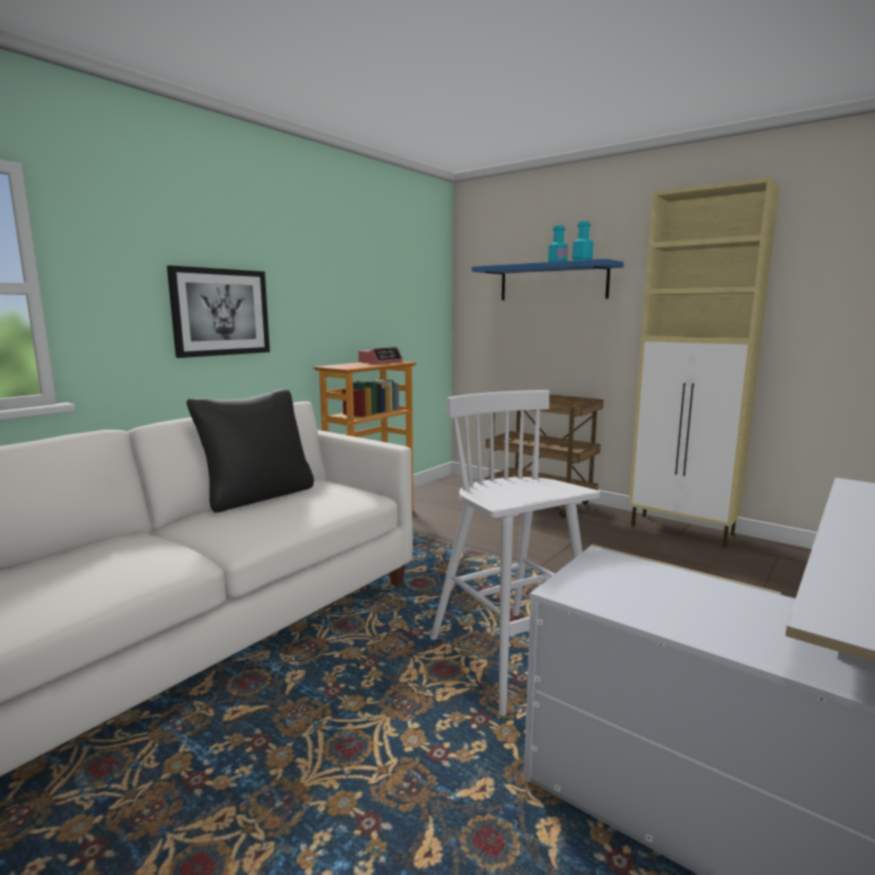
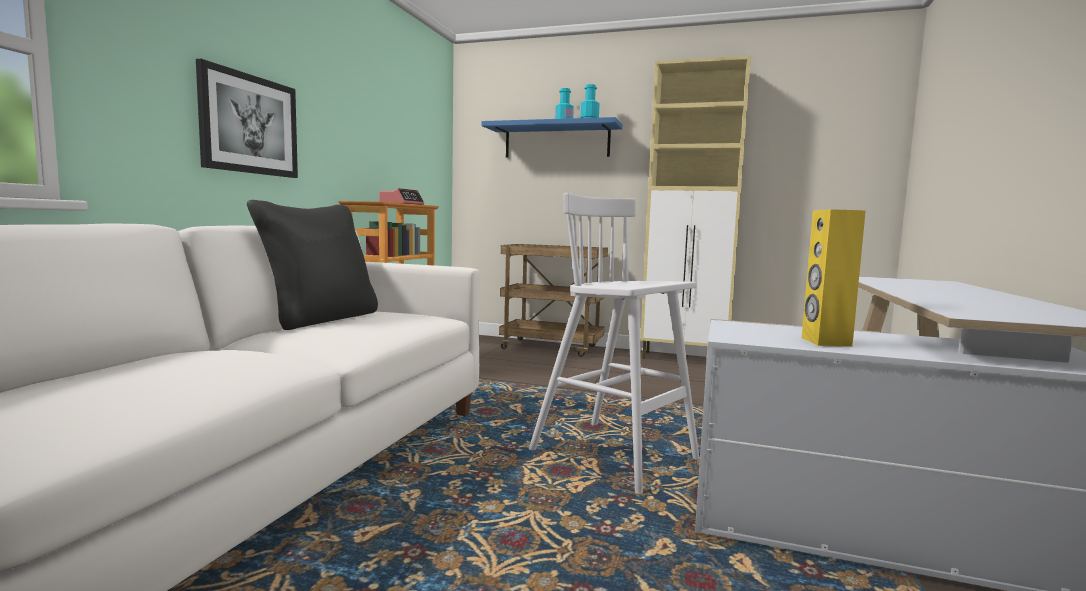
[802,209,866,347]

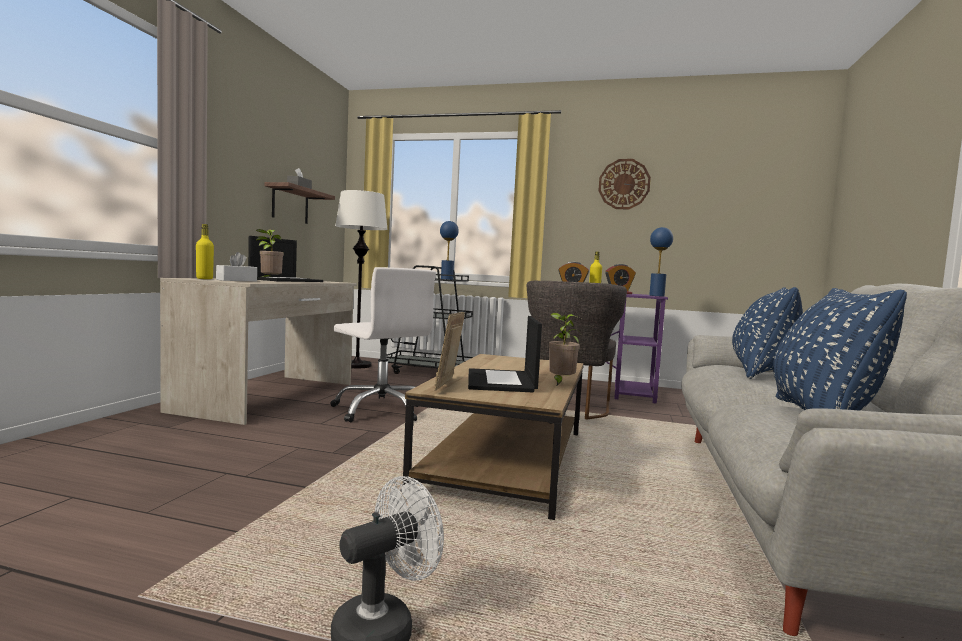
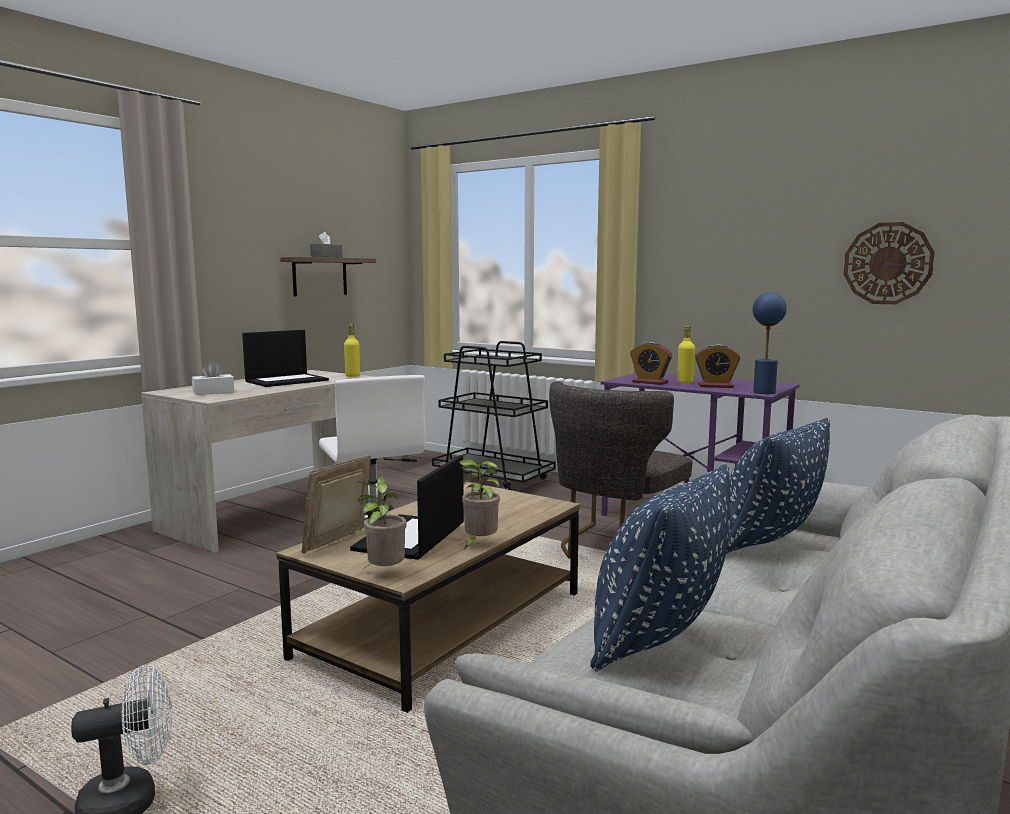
[335,190,388,368] (first image)
[440,221,459,280] (first image)
[344,324,360,377]
[358,477,406,568]
[844,222,935,304]

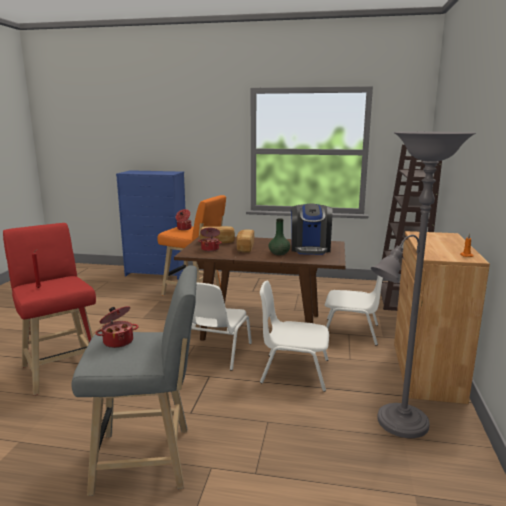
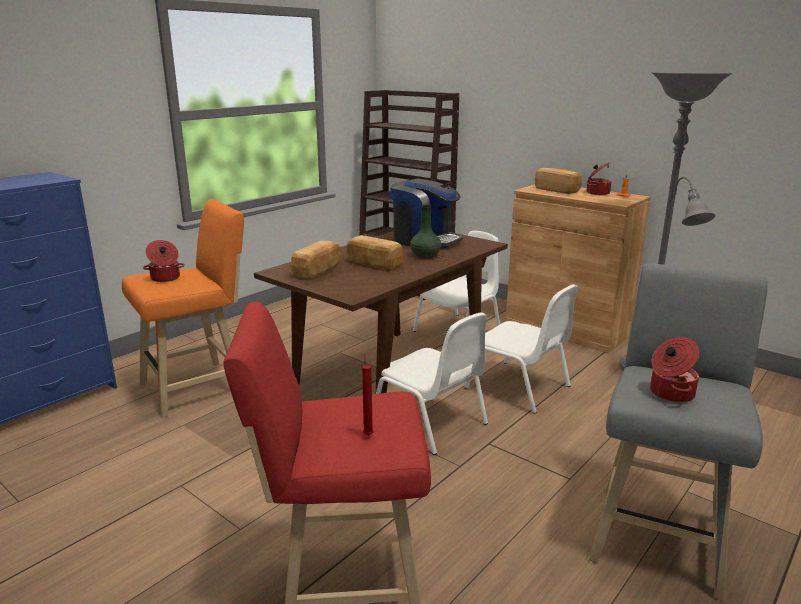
[535,168,582,194]
[587,163,611,195]
[464,284,578,414]

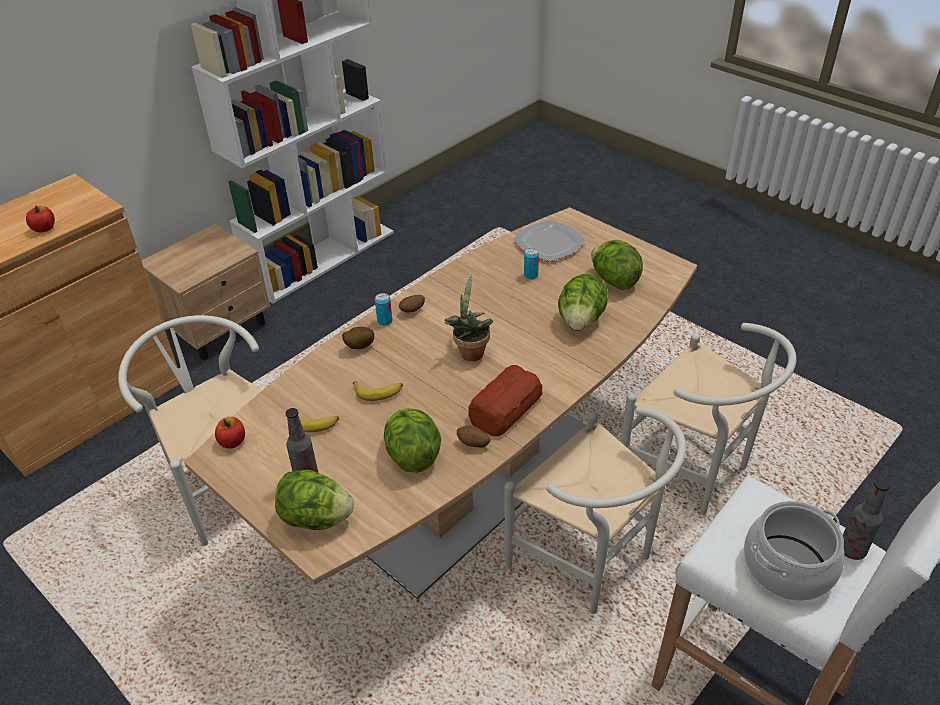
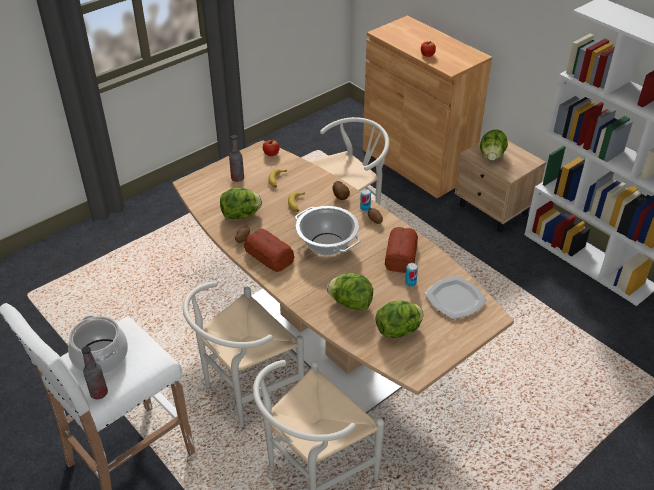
[385,227,418,273]
[480,129,508,161]
[295,206,361,256]

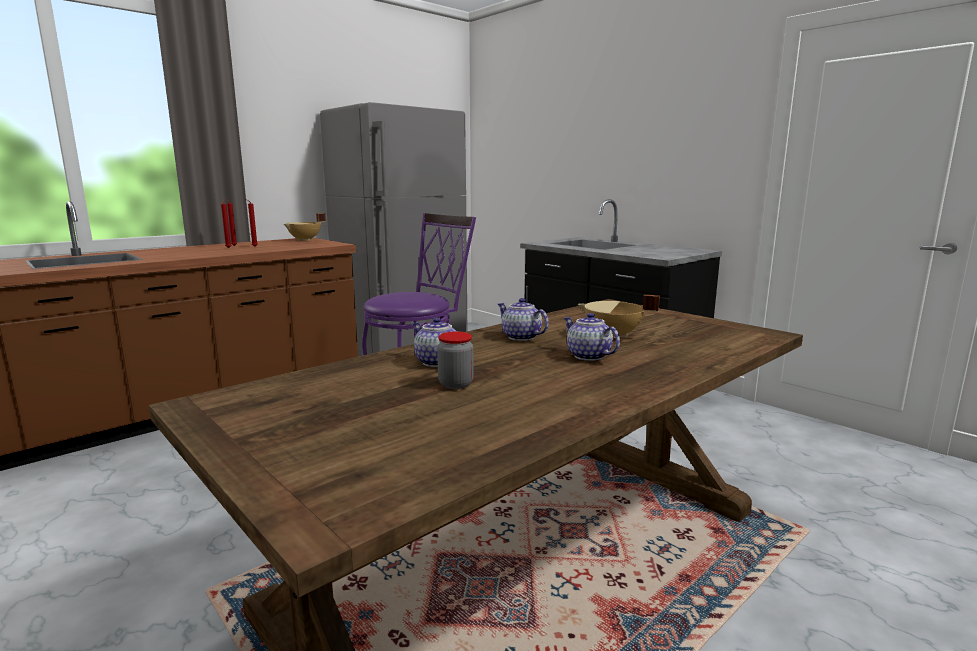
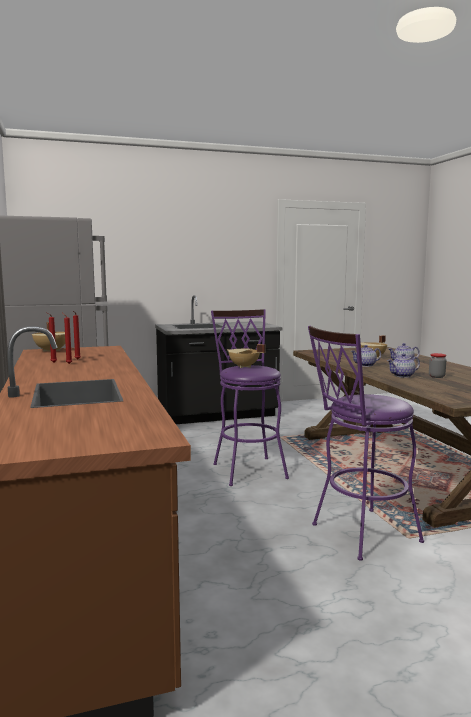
[227,344,265,368]
[308,326,424,561]

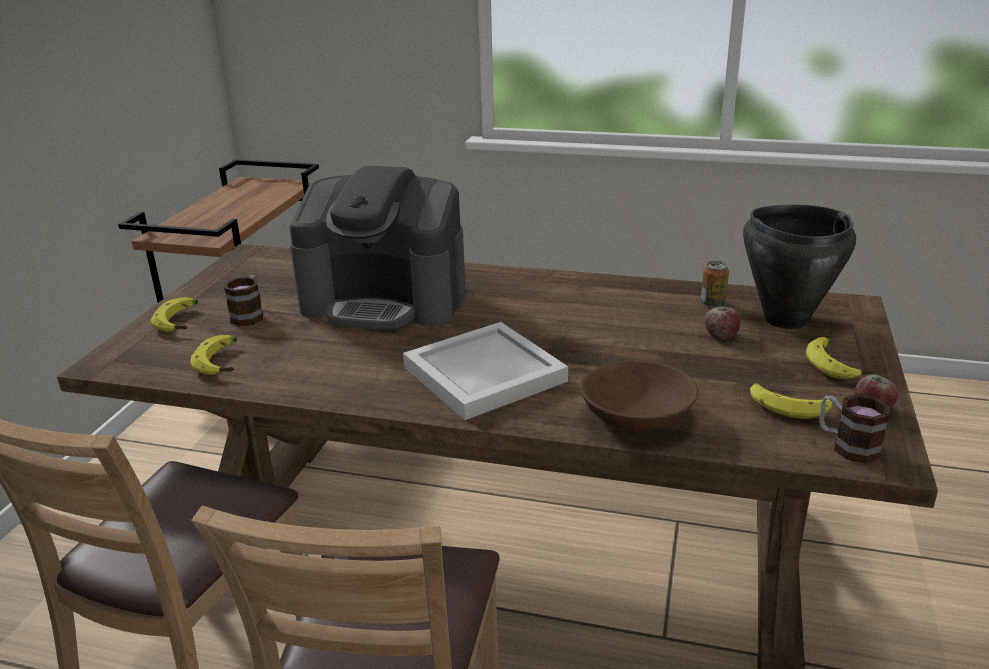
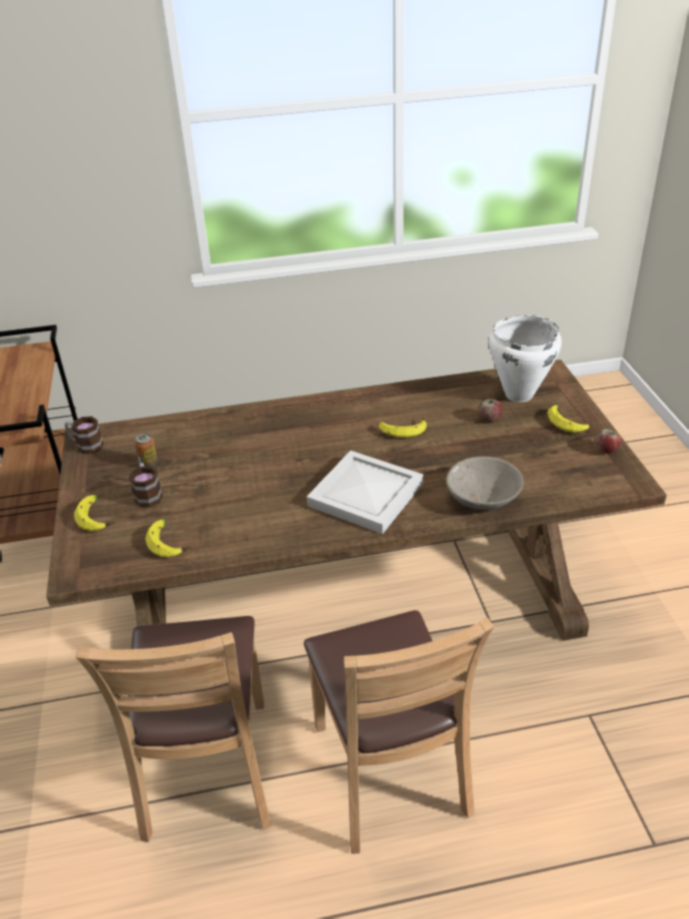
[290,166,466,331] (first image)
[134,433,158,467]
[379,416,427,438]
[65,416,104,454]
[446,456,524,510]
[489,315,561,402]

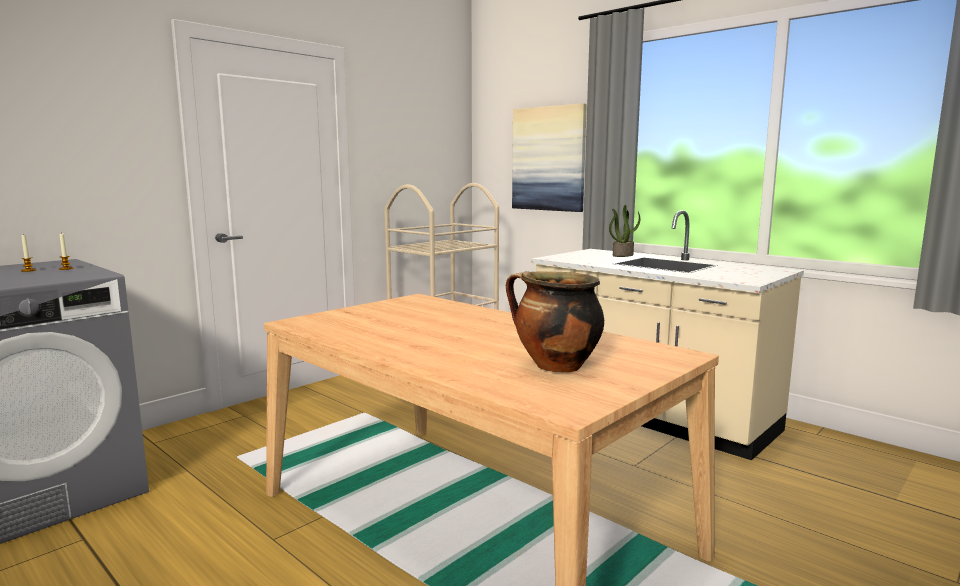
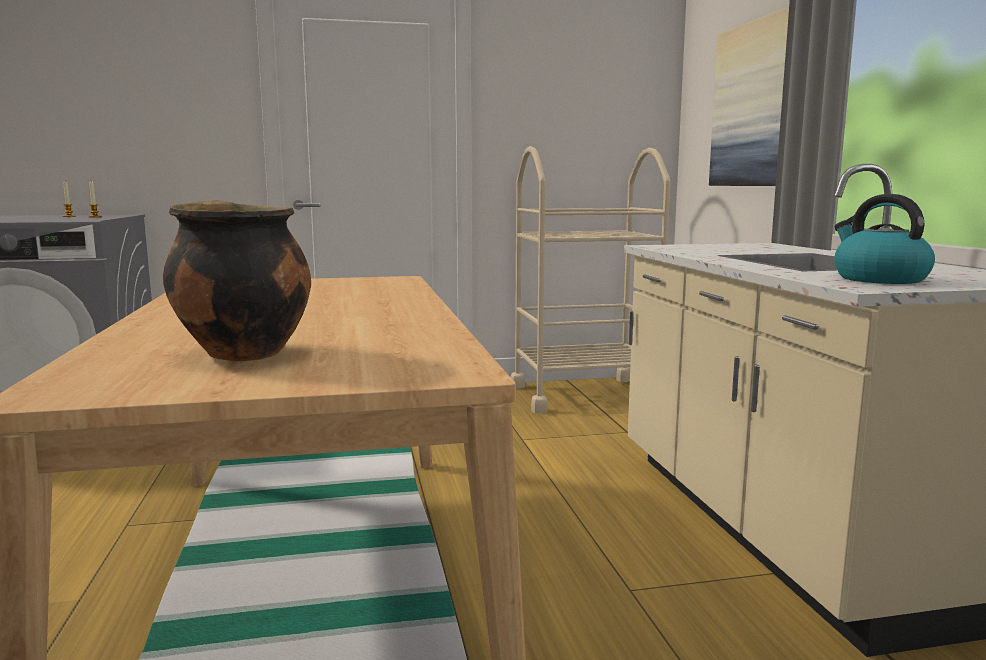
[609,205,640,257] (first image)
[834,194,935,284]

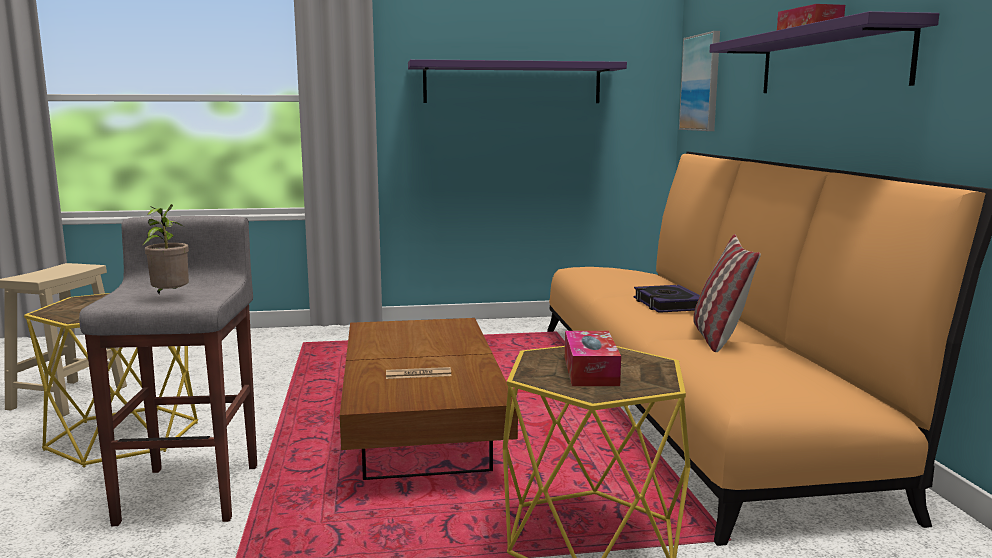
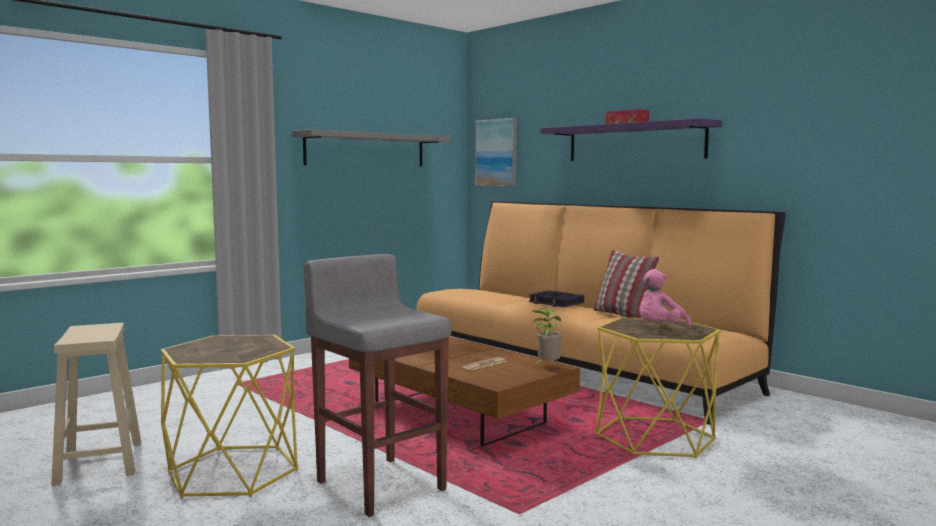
[532,308,562,364]
[639,269,691,326]
[292,129,451,167]

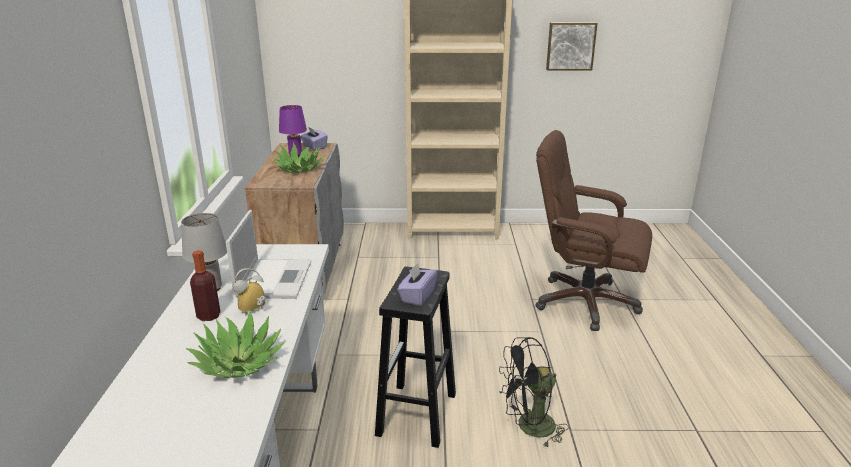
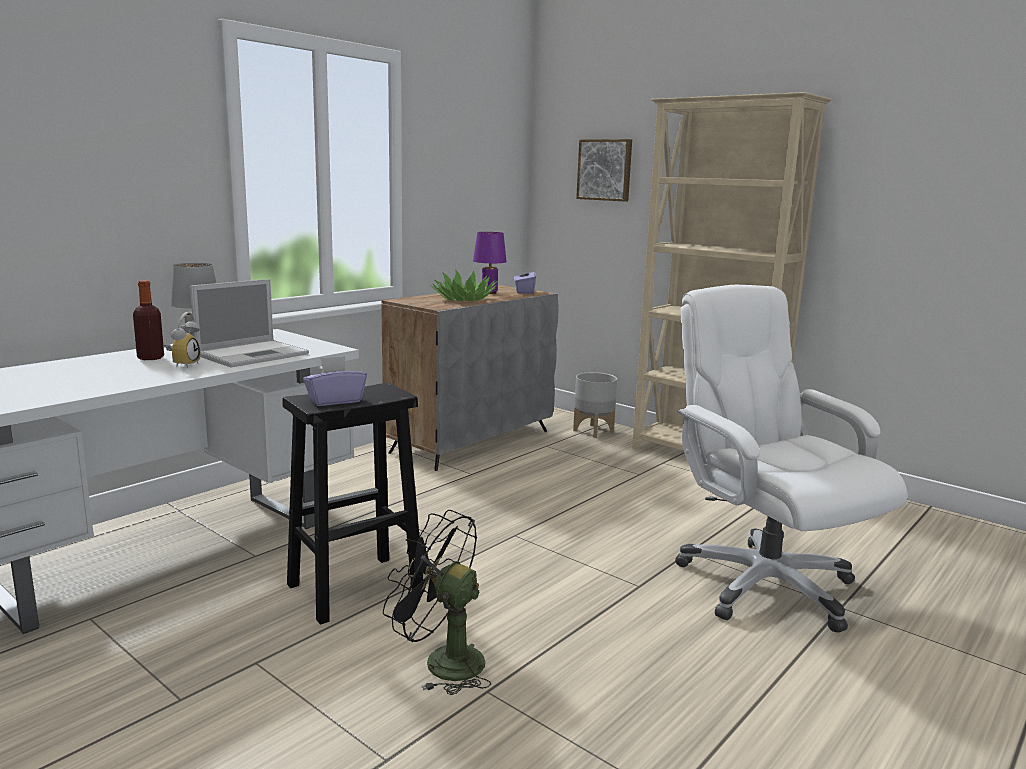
[186,310,286,378] (first image)
[573,372,617,438]
[576,139,632,201]
[675,285,908,633]
[163,312,200,368]

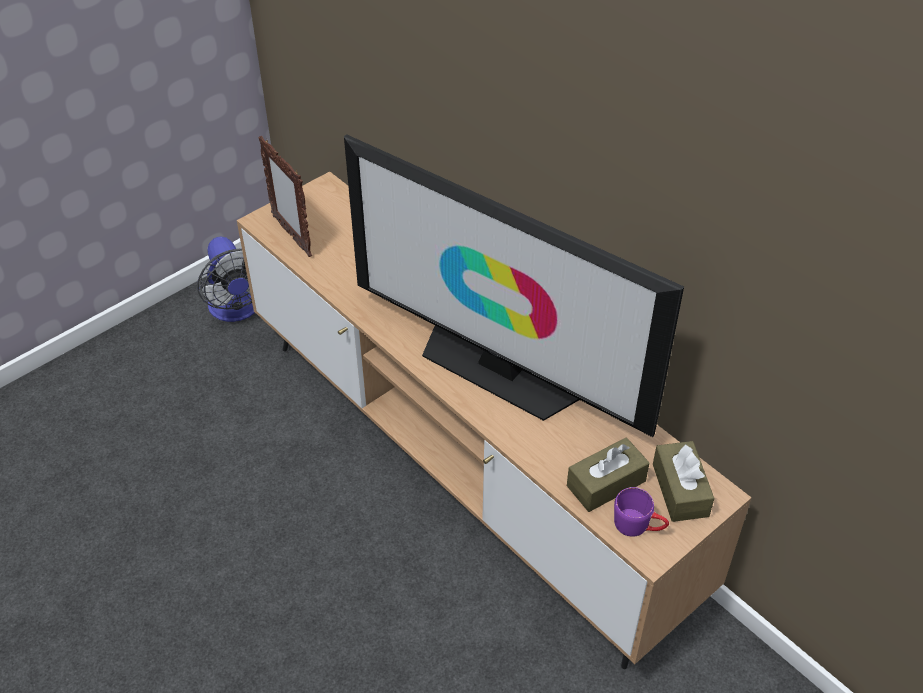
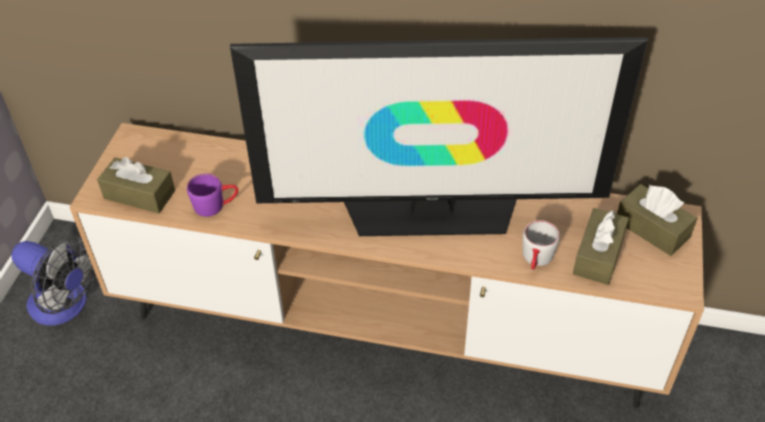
[523,220,560,270]
[187,173,238,217]
[97,157,175,213]

